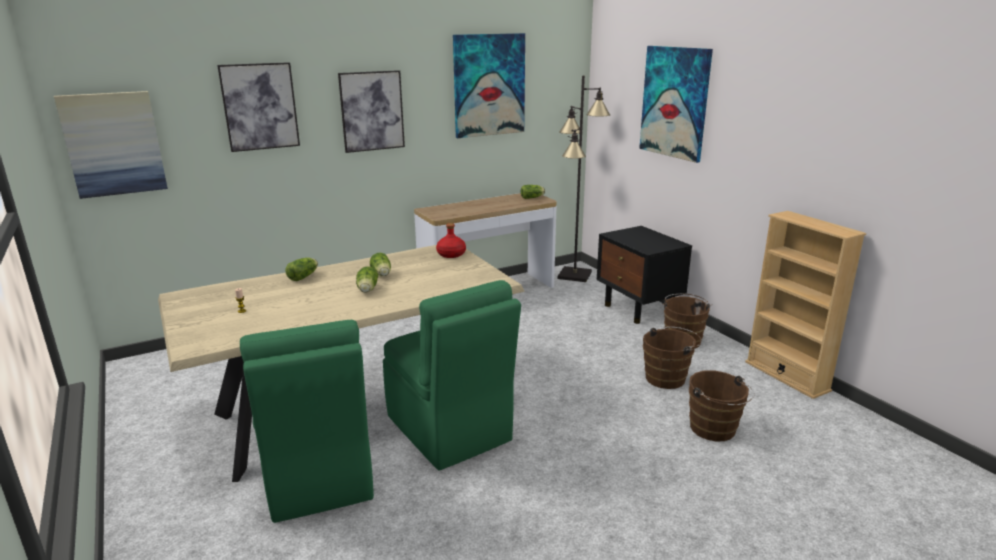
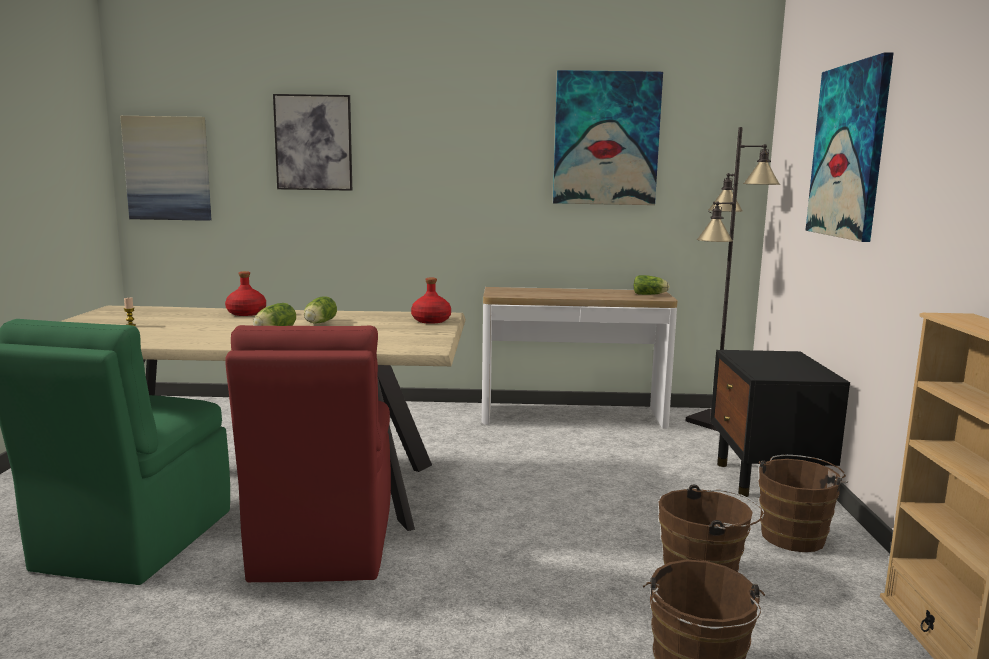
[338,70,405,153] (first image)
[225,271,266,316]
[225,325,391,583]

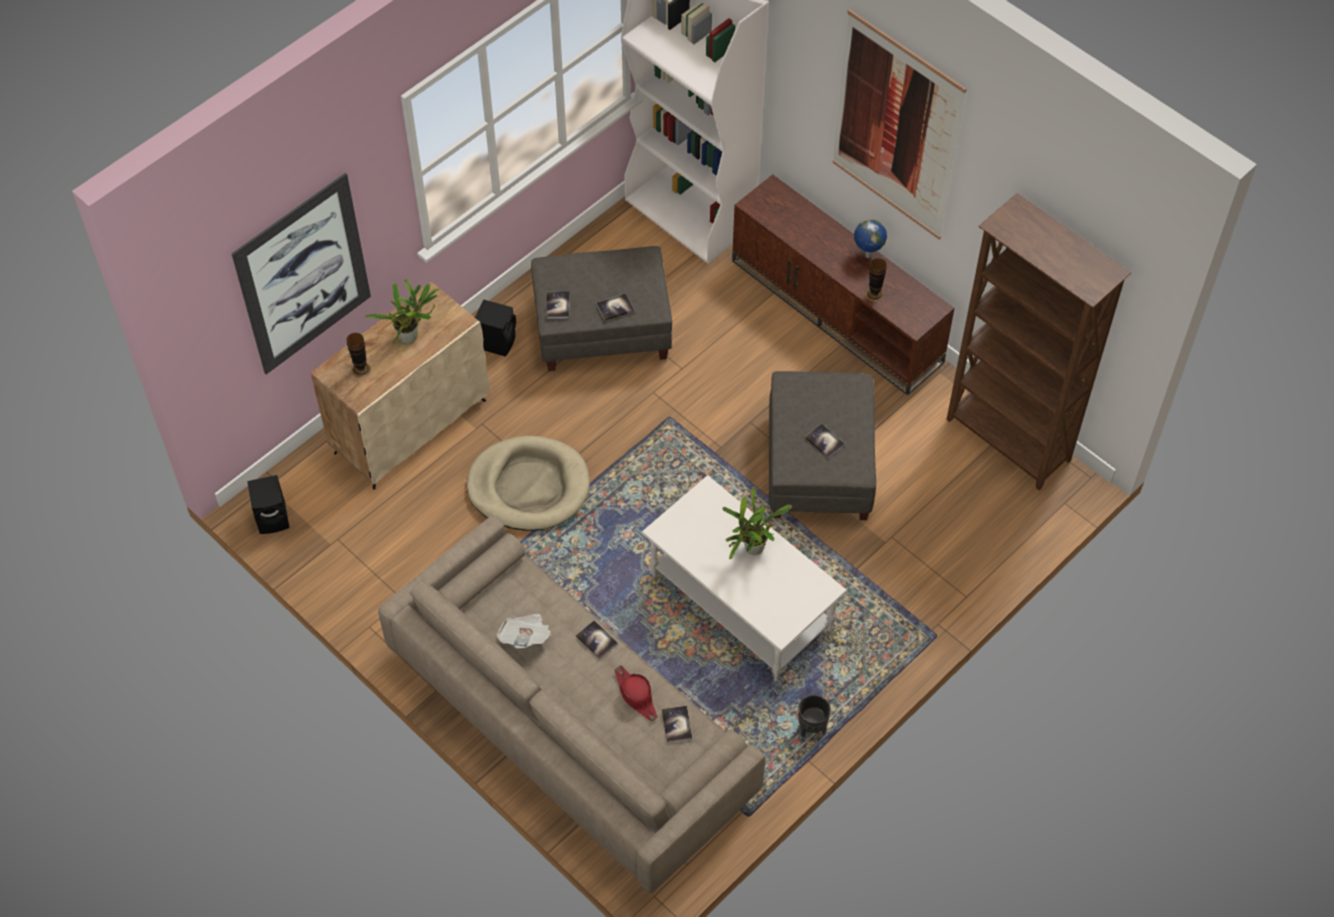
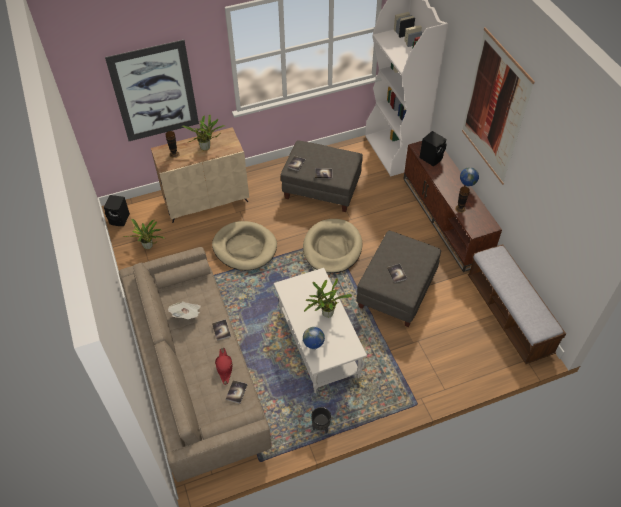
[122,219,165,249]
[303,219,362,274]
[303,327,325,350]
[419,131,447,166]
[468,244,566,364]

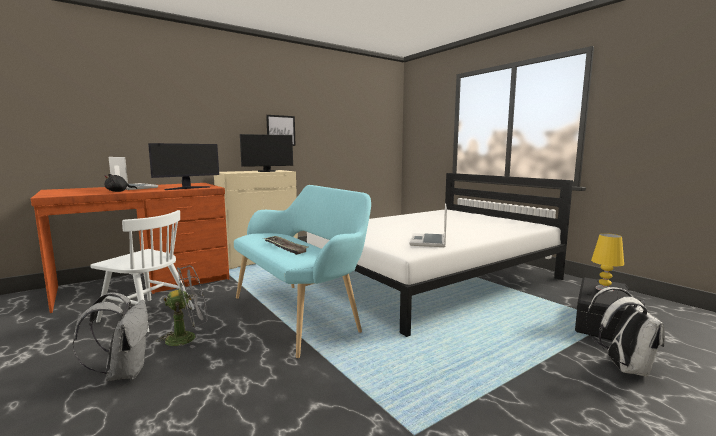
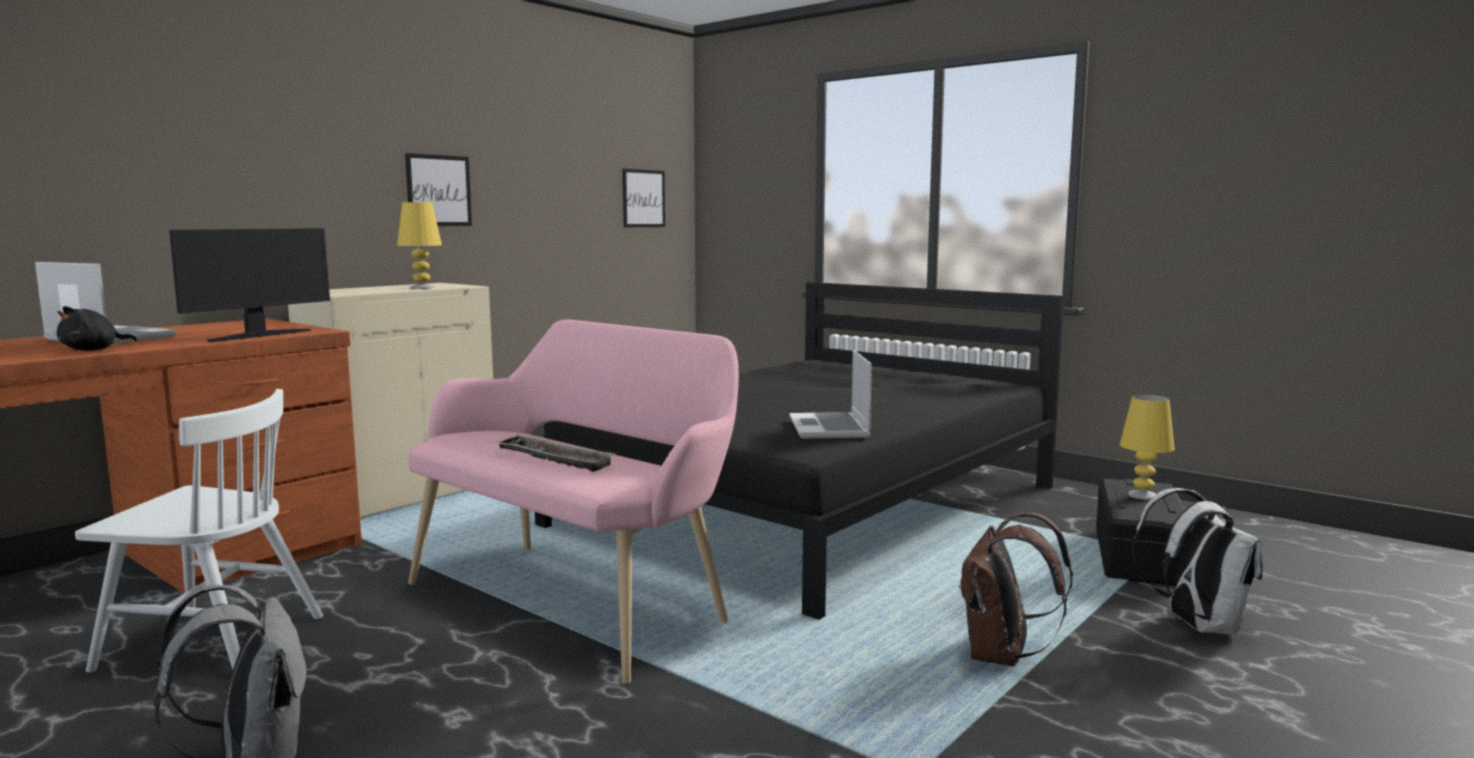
[156,265,207,348] (first image)
[623,169,665,227]
[959,512,1073,666]
[397,202,442,289]
[408,320,739,685]
[535,282,1064,620]

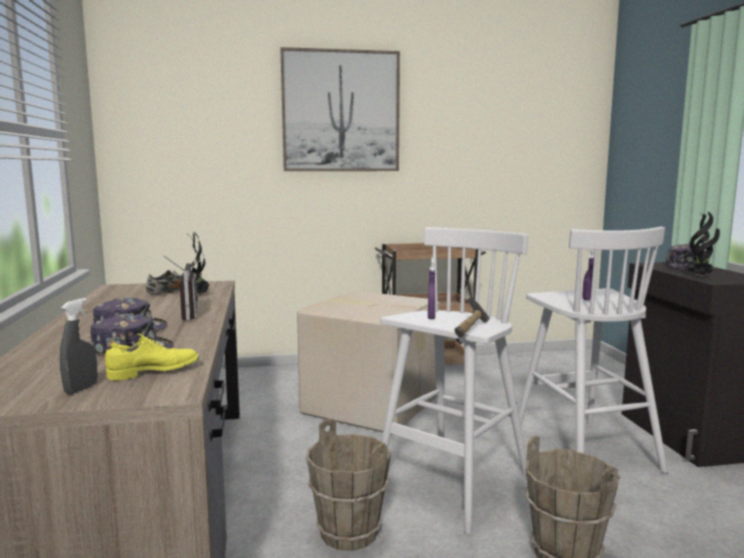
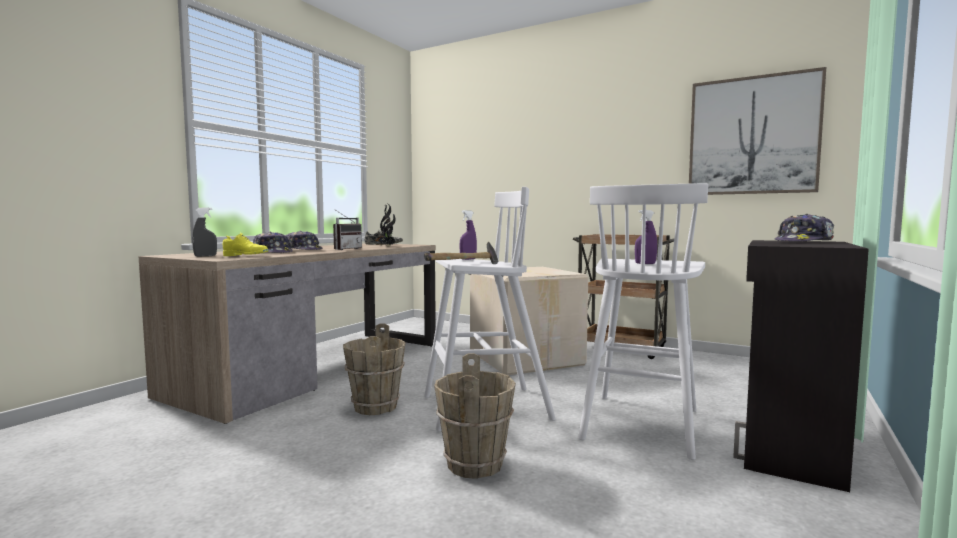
[685,211,720,277] (first image)
[689,67,826,195]

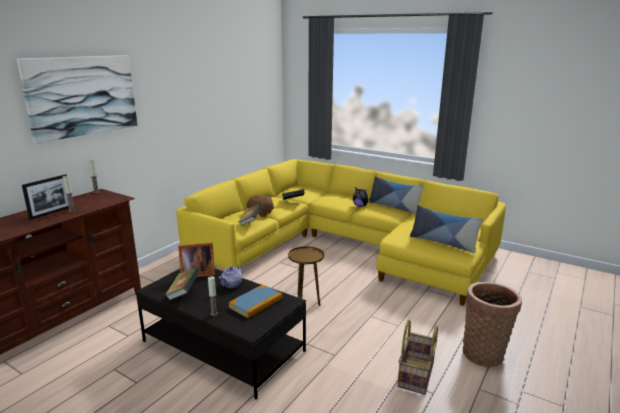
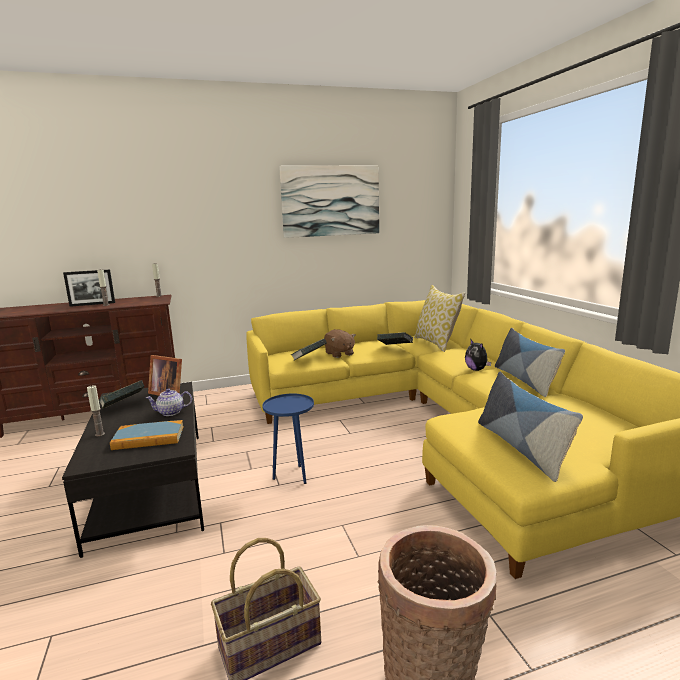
[414,285,465,352]
[279,165,379,238]
[262,394,314,484]

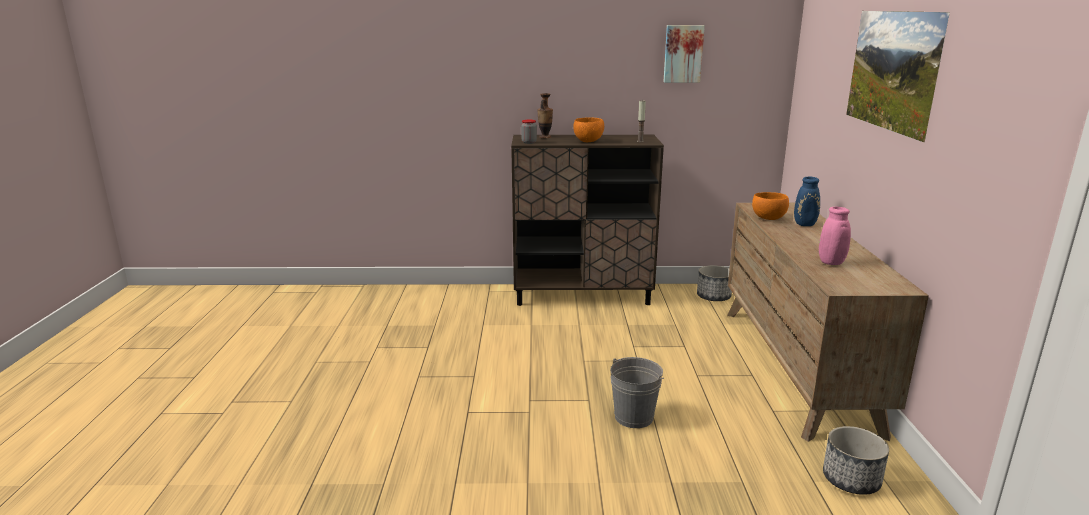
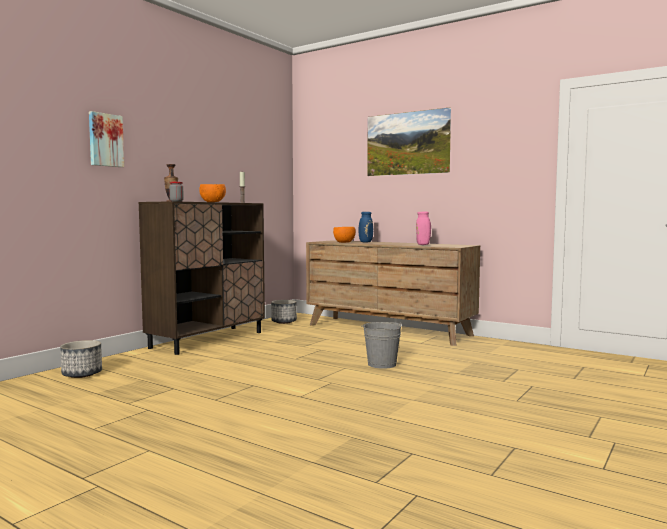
[89,111,124,167]
[60,340,102,378]

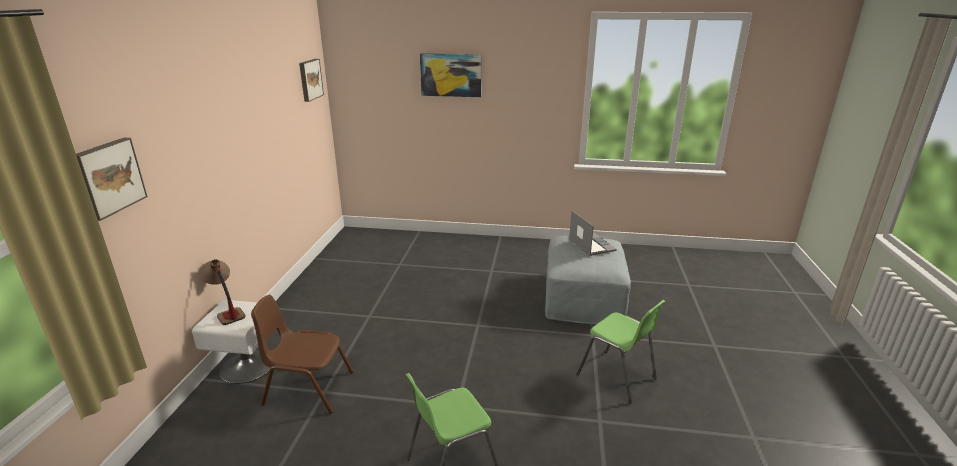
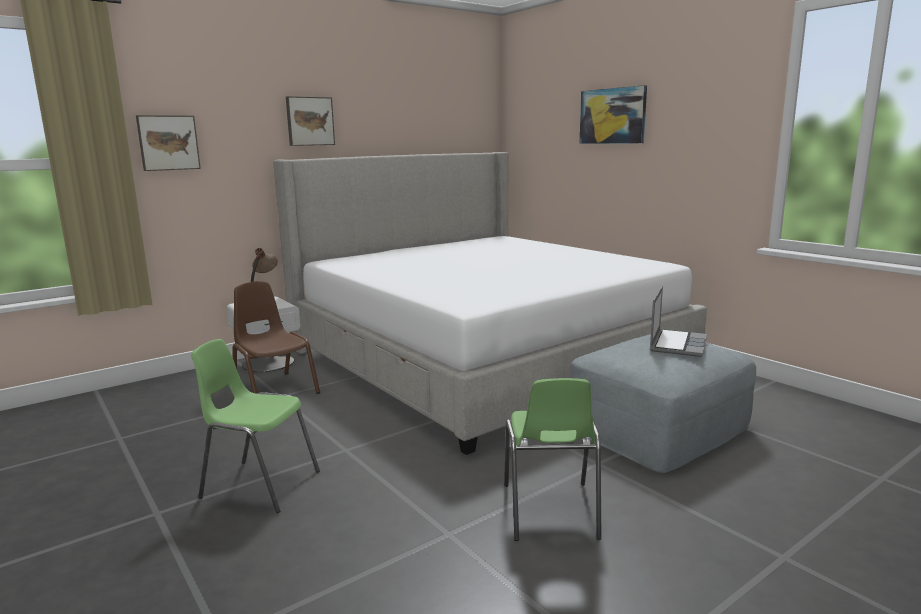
[273,152,707,455]
[286,96,335,146]

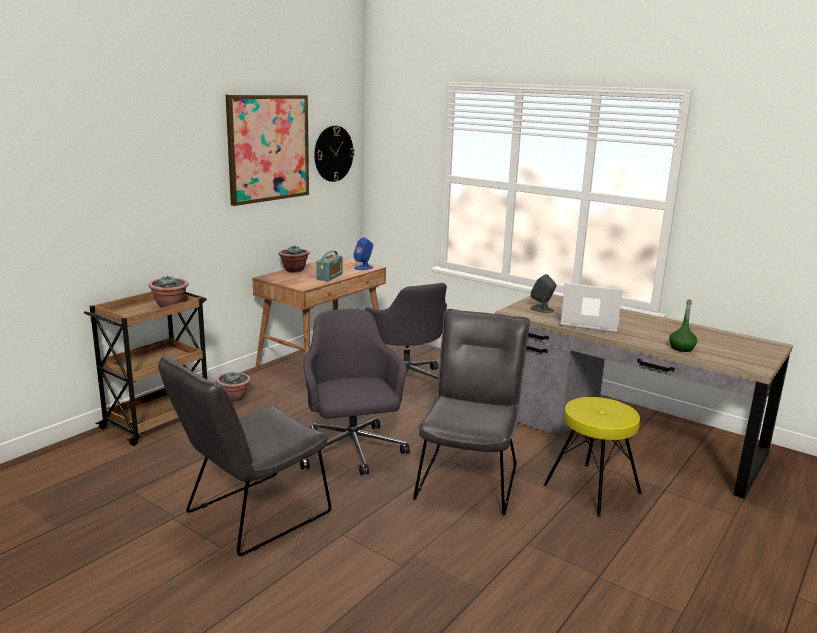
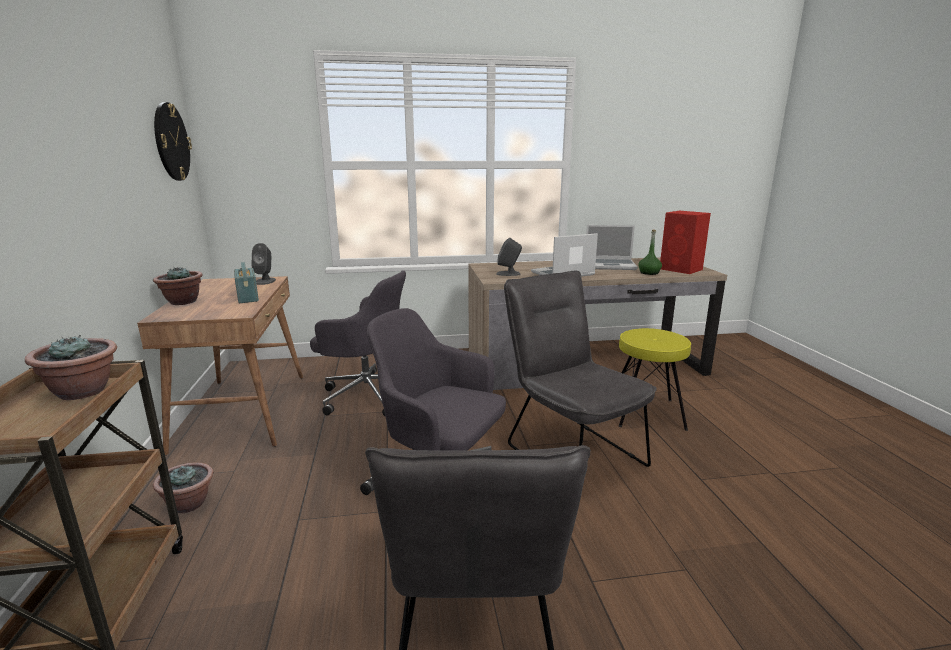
[226,95,309,206] (first image)
[586,225,638,270]
[660,211,711,274]
[251,243,276,285]

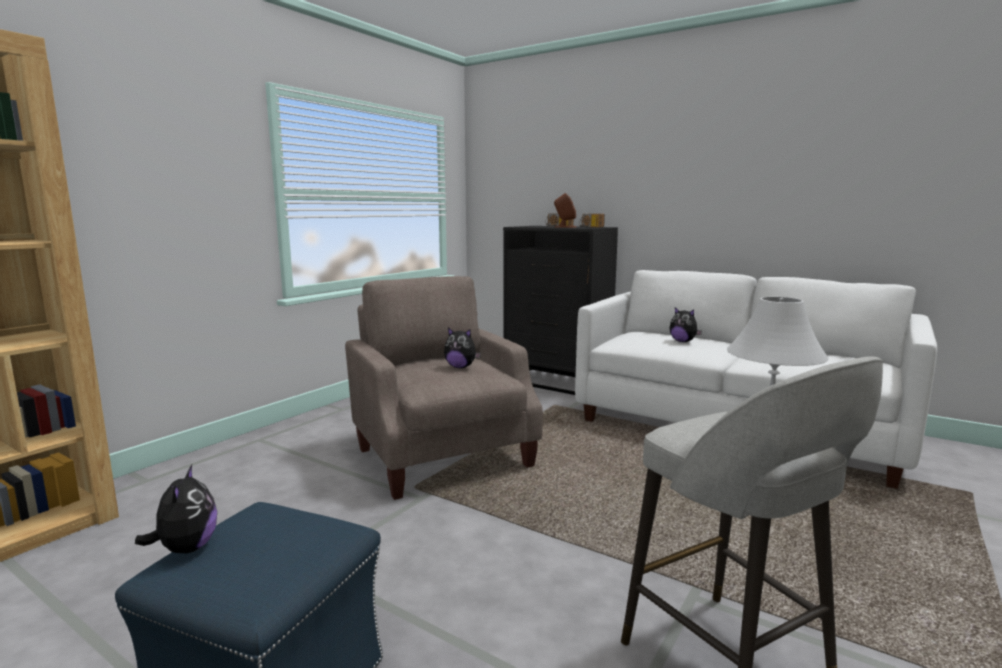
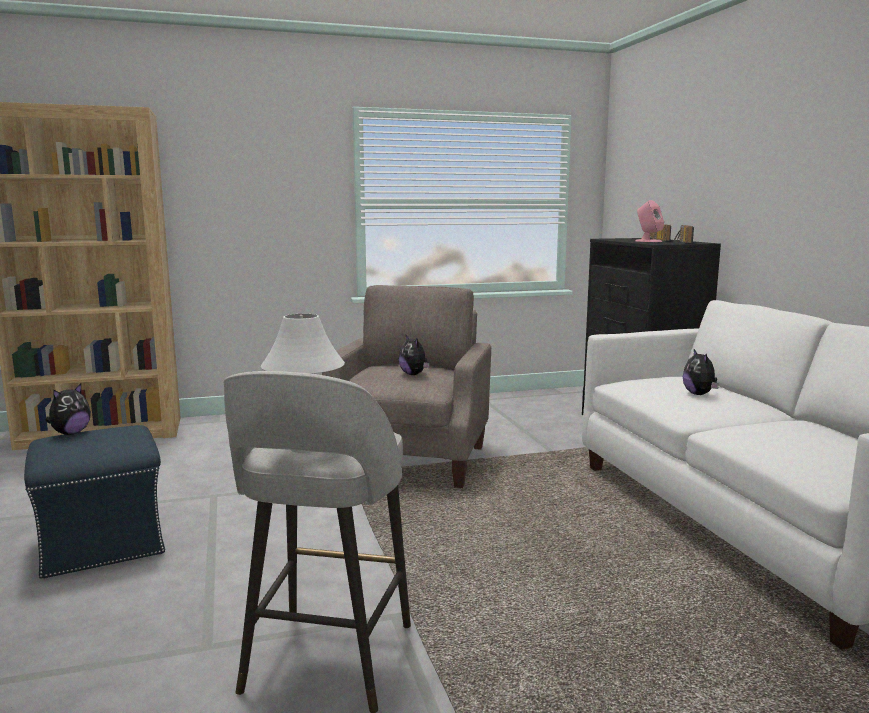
[636,200,664,242]

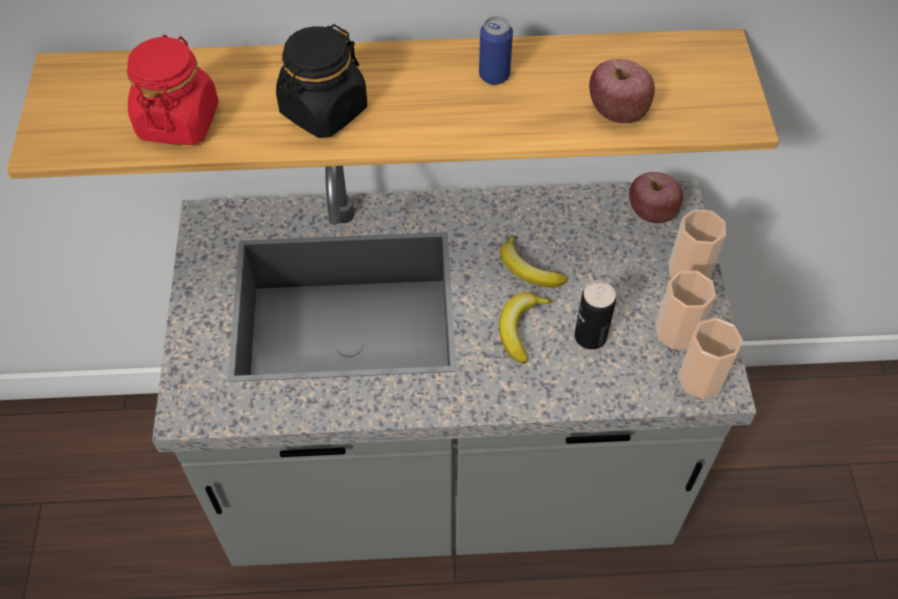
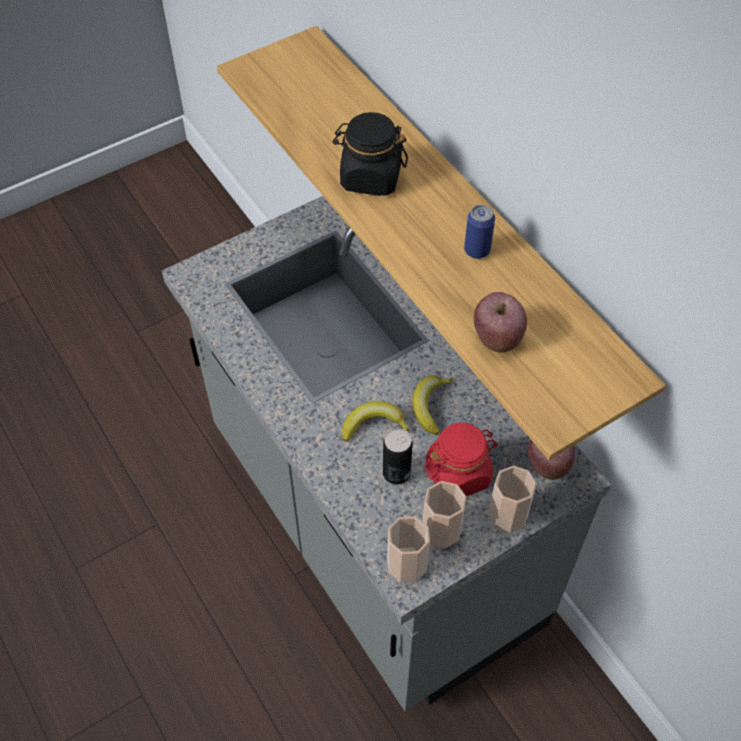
[424,422,498,496]

